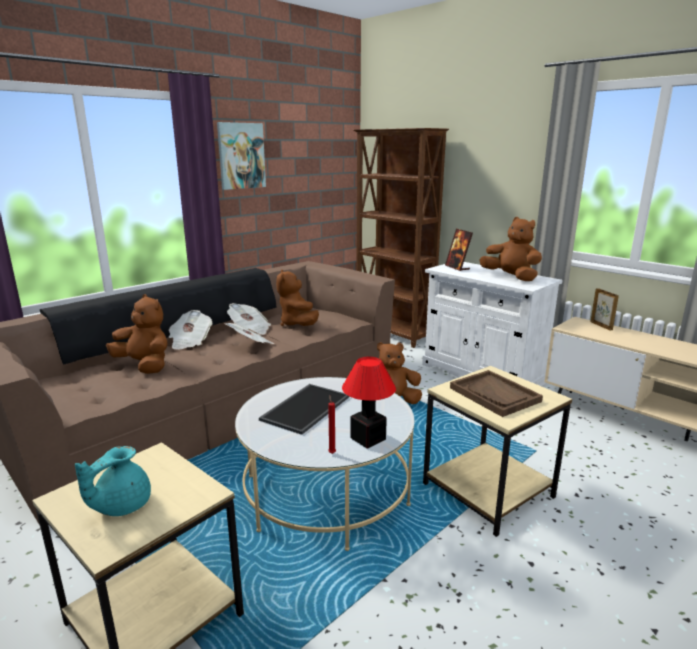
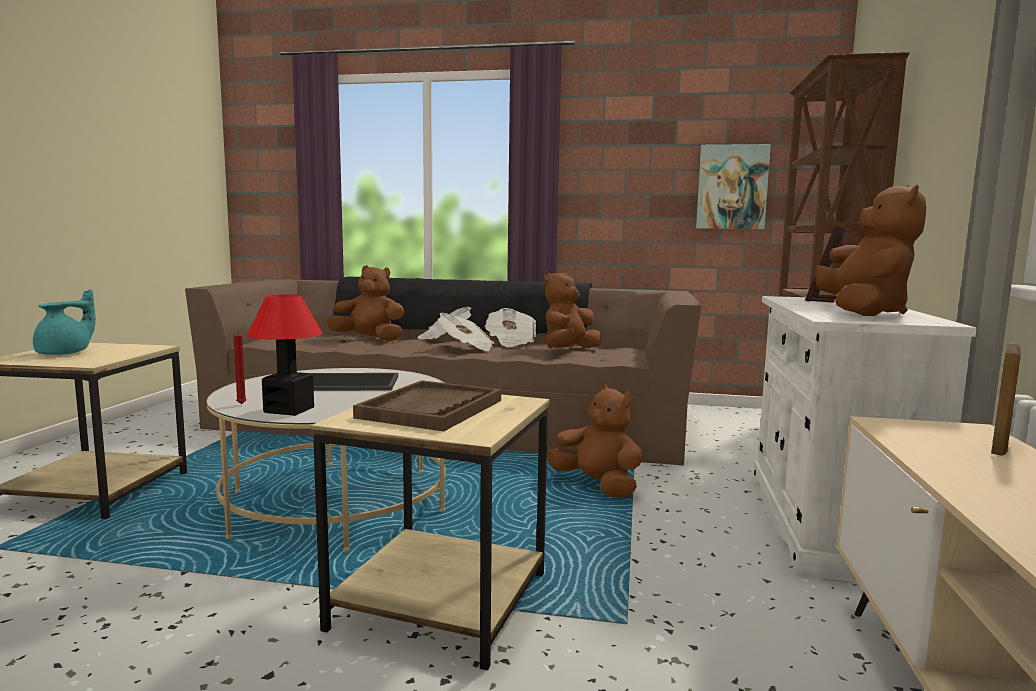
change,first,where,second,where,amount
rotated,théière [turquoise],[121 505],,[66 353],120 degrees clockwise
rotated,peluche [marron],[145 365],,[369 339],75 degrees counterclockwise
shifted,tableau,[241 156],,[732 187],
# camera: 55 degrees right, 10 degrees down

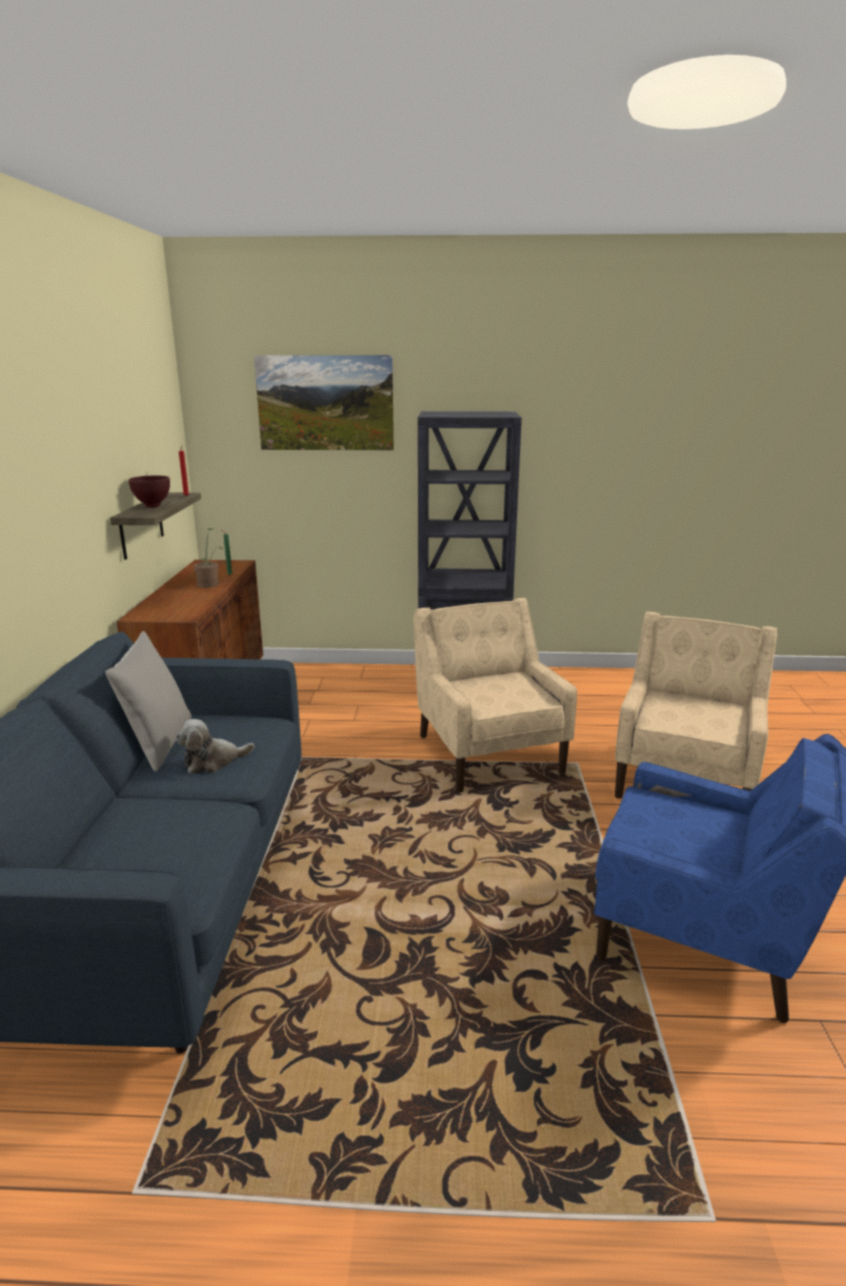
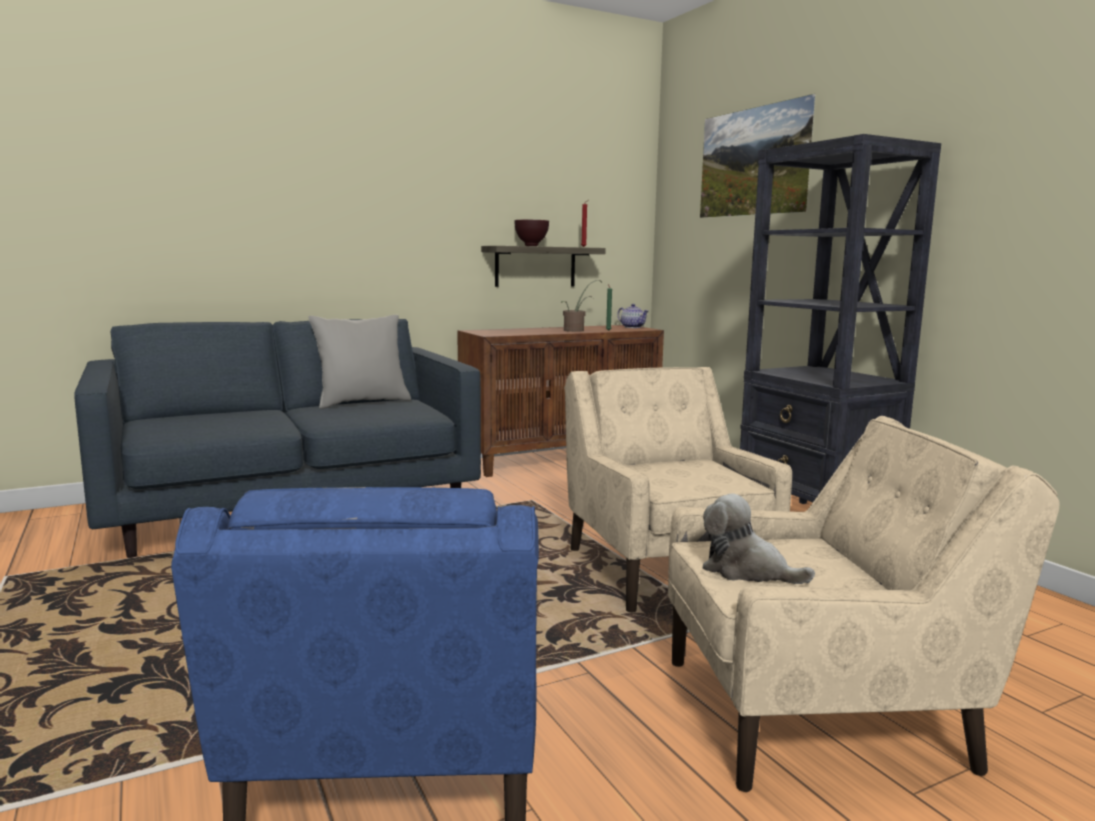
change,first,where,second,where,amount
rotated,fauteuil [beige],[489 753],,[665 569],60 degrees counterclockwise
new,,,théière,[632 327],
shifted,peluche,[213 761],,[747 571],
# camera: 60 degrees right, 10 degrees down

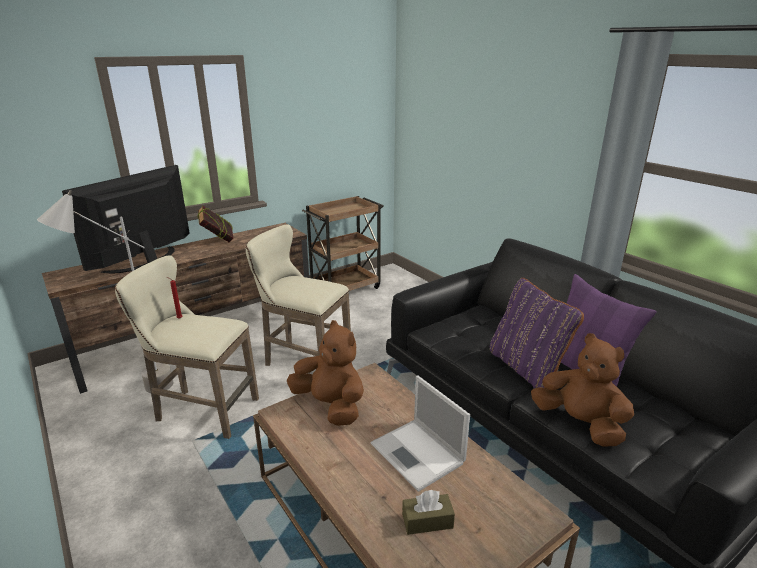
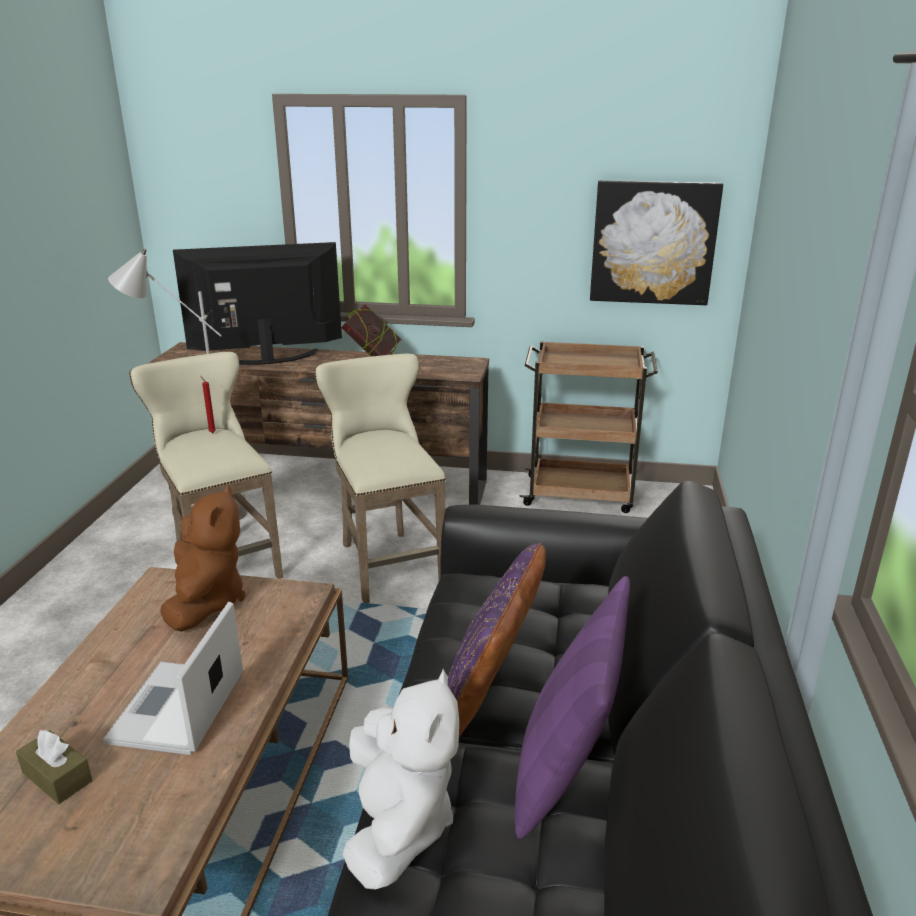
change,first,where,second,where,amount
repainted,peluche [marron],[579 424],peluche [blanc],[398 826],
new,,,tableau,[653 243],
# camera: 45 degrees right, 0 degrees up

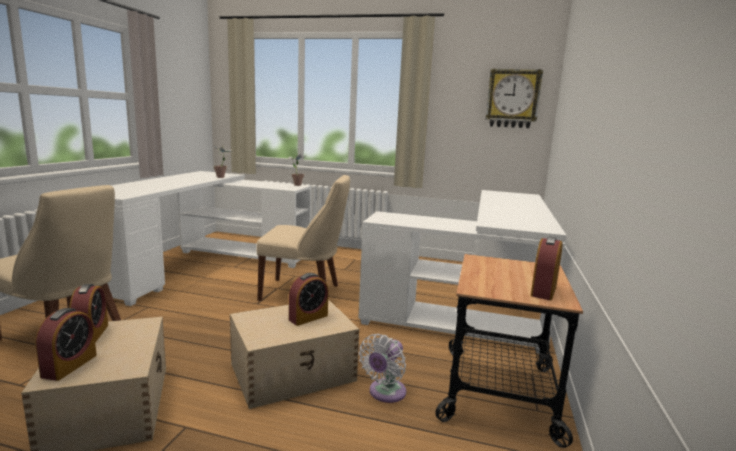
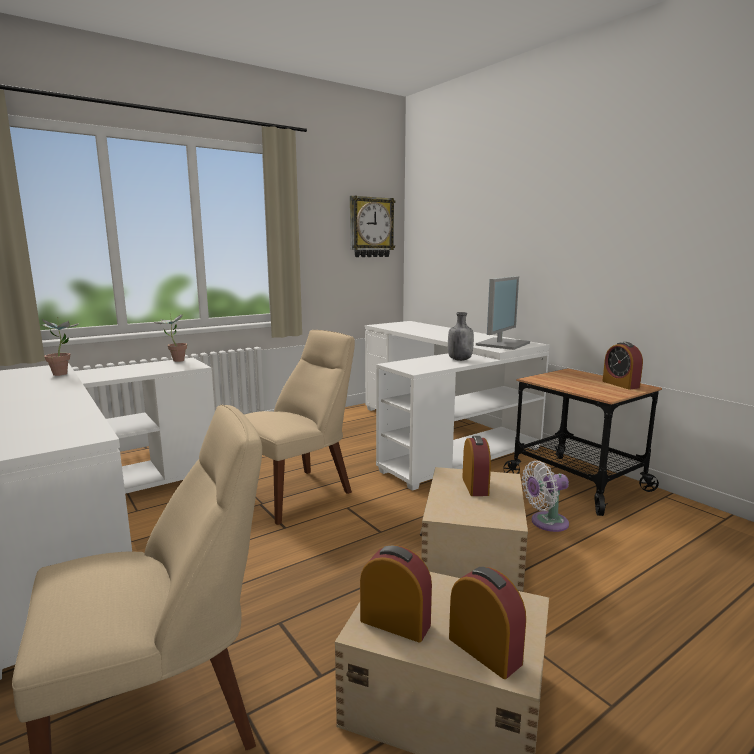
change,first,where,second,where,amount
new,,,bouteille [gris],[459 359],
new,,,écran d'ordinateur,[502 344],
rotated,ventilateur [blanc],[385 393],,[546 523],90 degrees clockwise
# camera: 50 degrees left, 0 degrees up

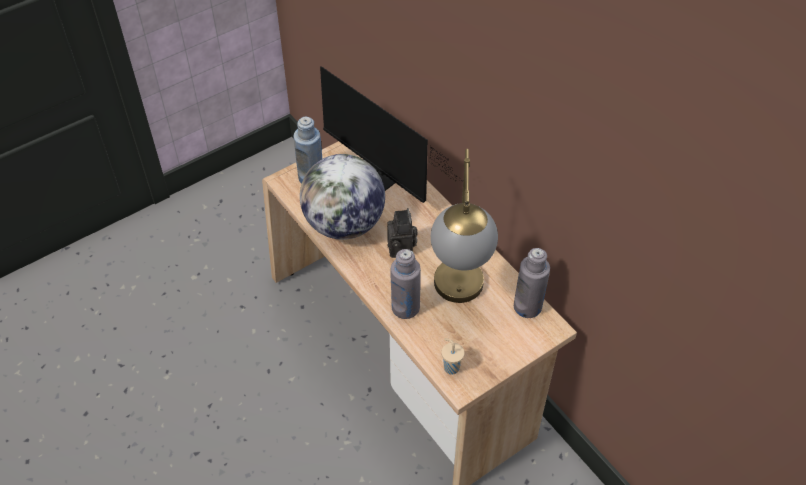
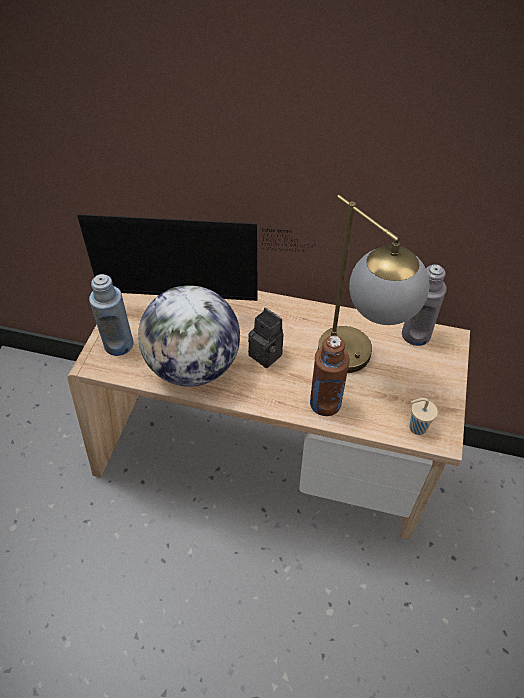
change,first,where,second,where,amount
repainted,bouteille [gris],[405 308],bouteille [marron],[325 403],
# camera: 40 degrees left, 0 degrees up

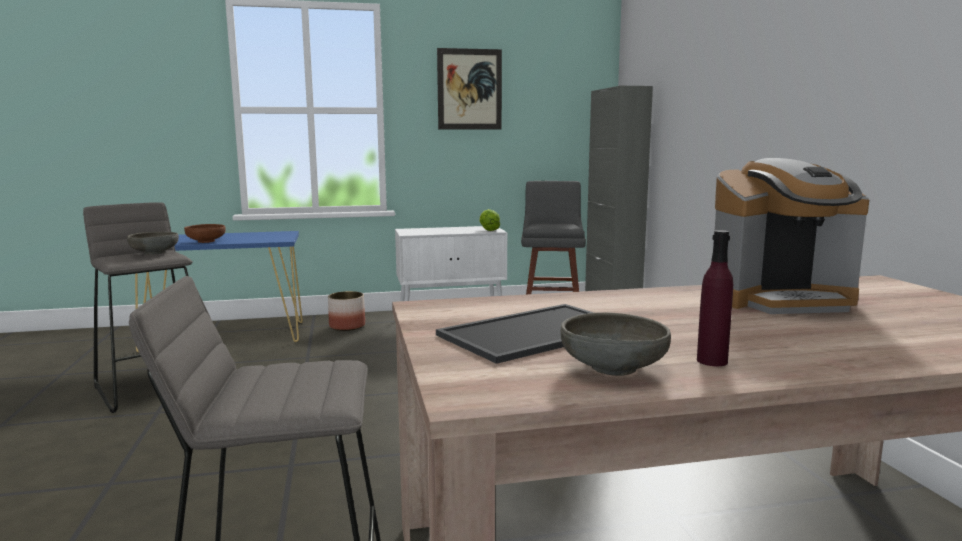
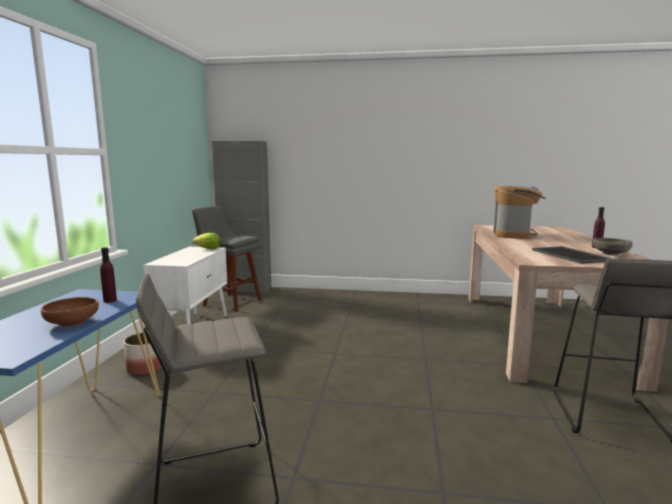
change,first,where,second,where,amount
new,,,bouteille [violet],[110 300],
gone,bol [gris],[154 253],,,
gone,tableau,[469 89],,,
# camera: 70 degrees left, 0 degrees up

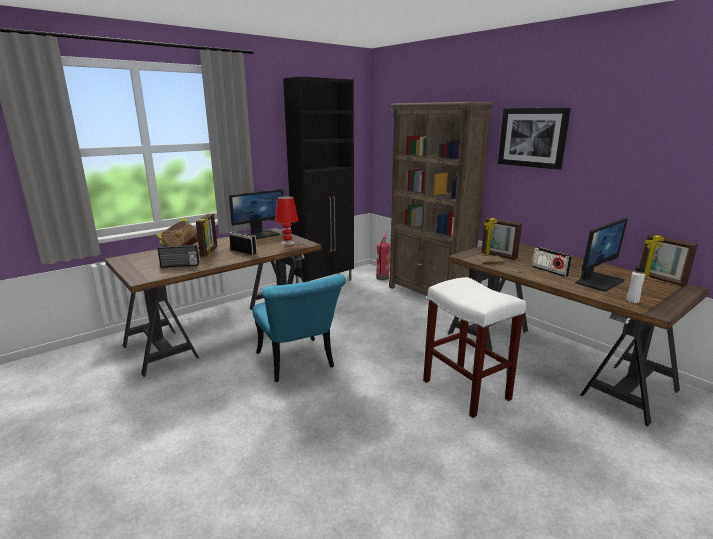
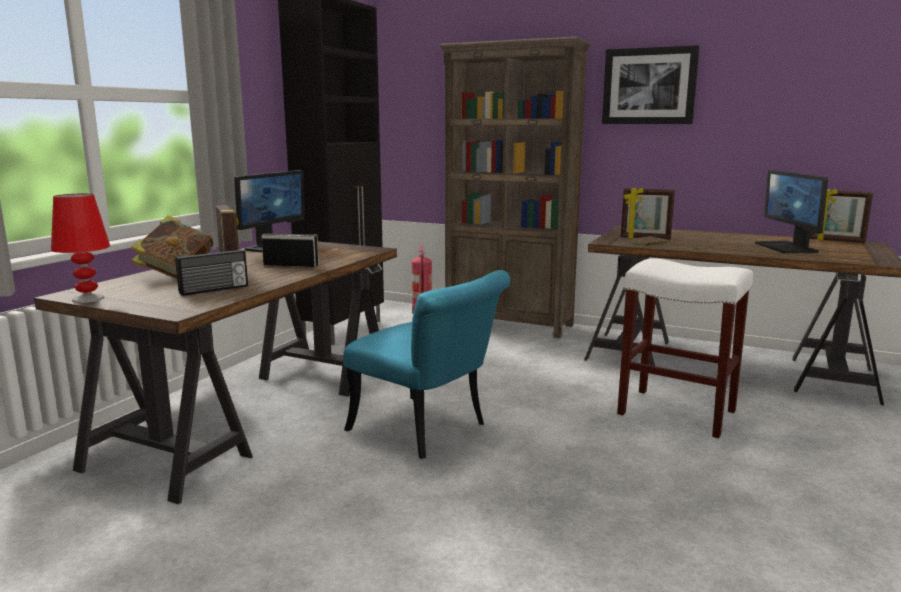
change,first,where,second,where,amount
shifted,lampe de table [rouge],[287 243],,[88 299],
rotated,écran d'ordinateur,[598 281],,[787 247],150 degrees clockwise
gone,radio,[549 271],,,
gone,bouteille [blanc],[632 301],,,
# camera: 25 degrees left, 5 degrees down

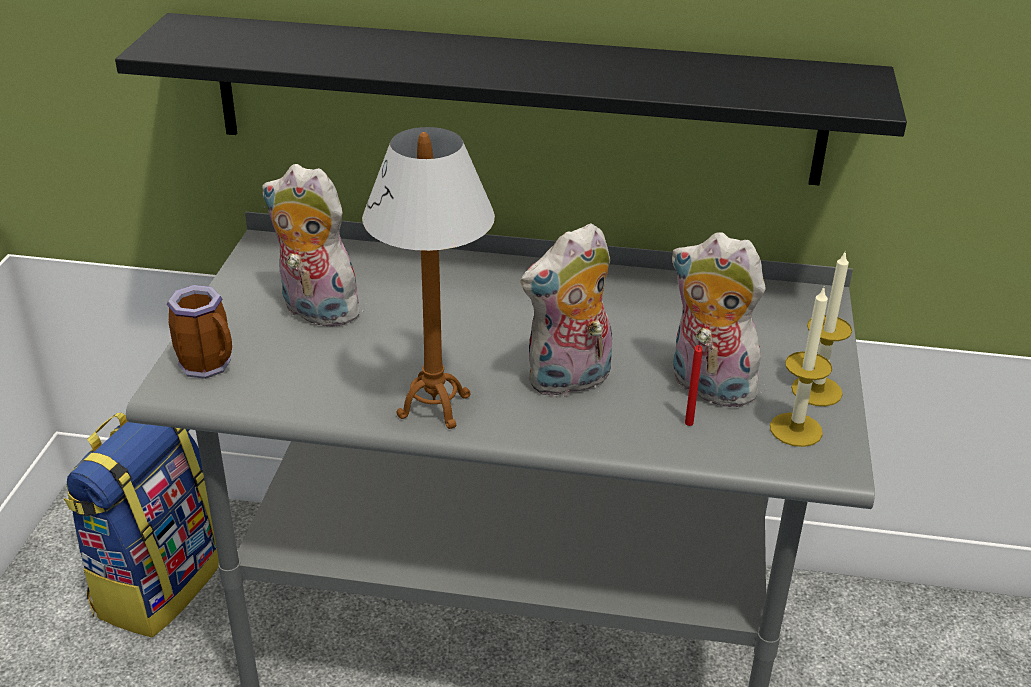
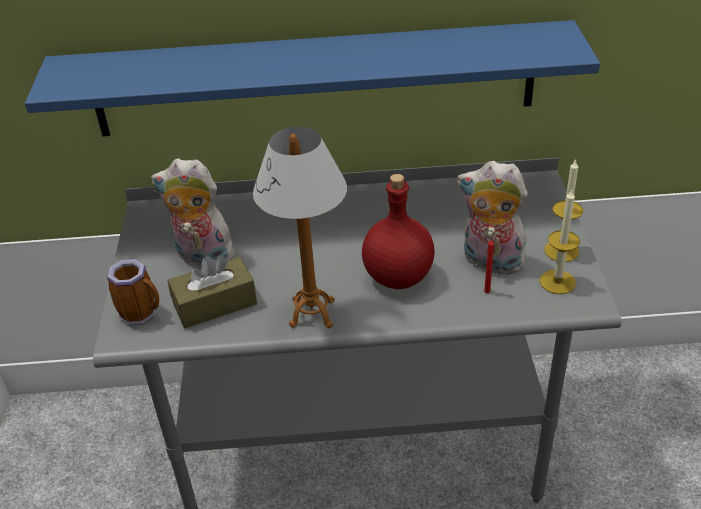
change,first,where,second,where,amount
repainted,étagère [noir],[515 99],étagère [bleu],[314 80],
new,,,boîte à mouchoirs [marron],[215 304],
swapped,peluche,[569 381],bouteille [rouge],[397 276],
gone,sac à dos,[160 581],,,
# camera: 10 degrees left, 5 degrees up

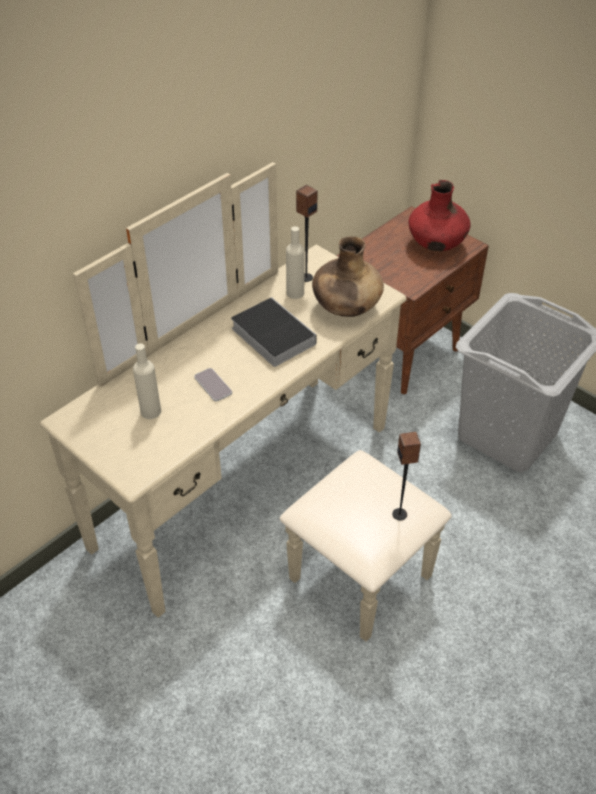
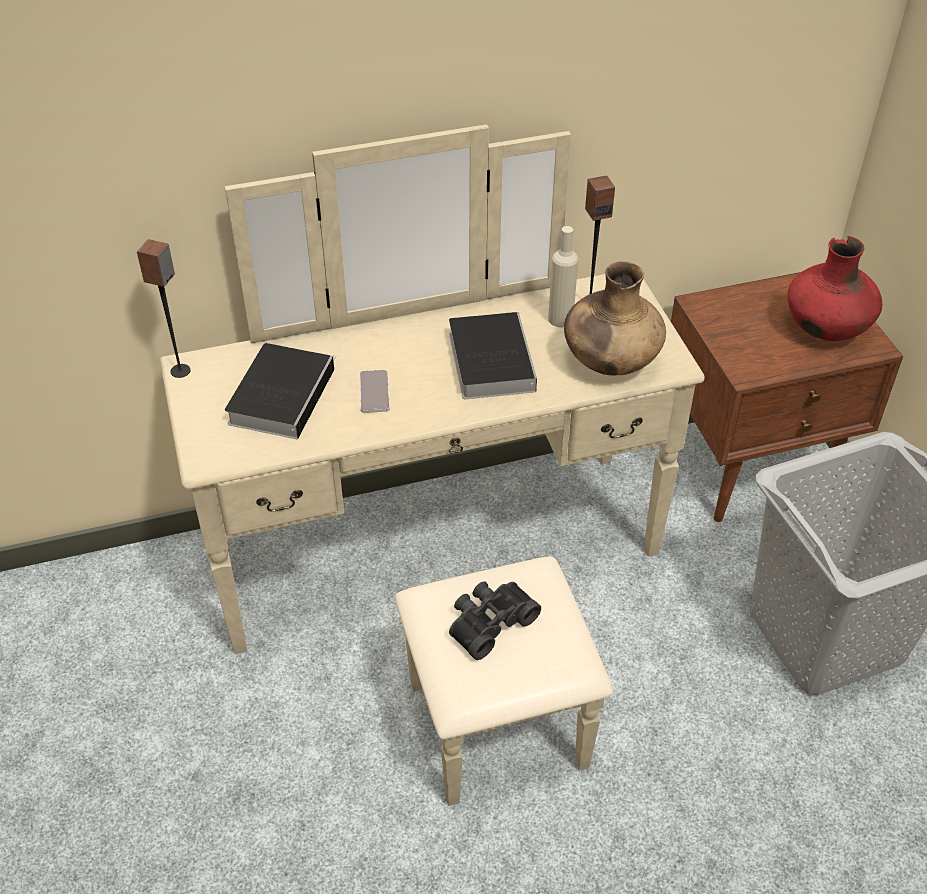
change,first,where,second,where,amount
shifted,enceinte,[400 514],,[180 371],
swapped,bouteille [beige],[151 411],livre,[282 394],
new,,,jumelles [noir],[489 622],
# camera: 30 degrees right, 0 degrees up

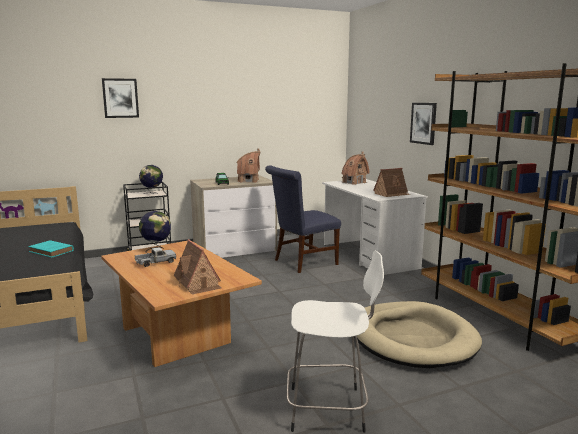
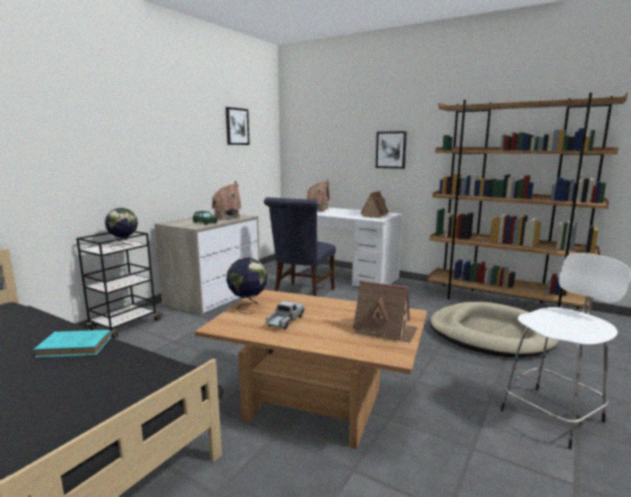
change,first,where,second,where,amount
shifted,tableau,[120 98],,[237 126],
# camera: 35 degrees left, 0 degrees up

